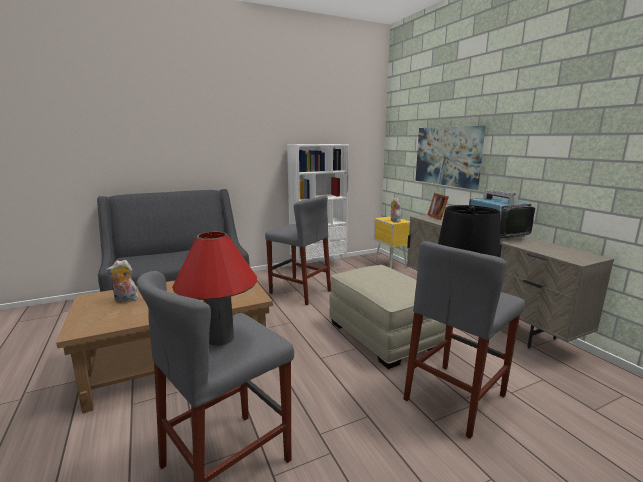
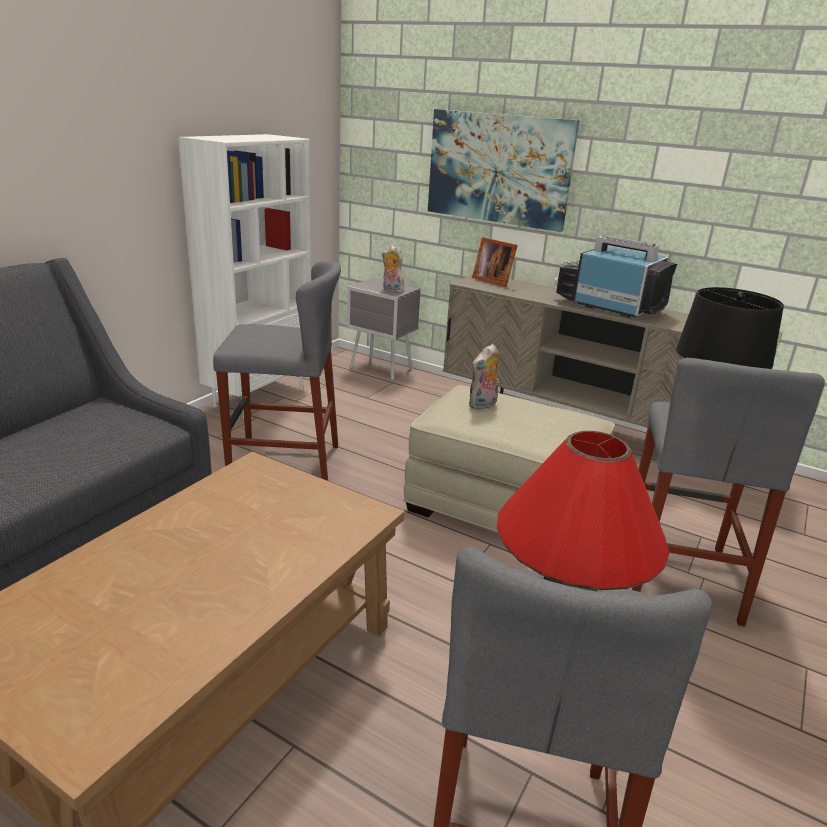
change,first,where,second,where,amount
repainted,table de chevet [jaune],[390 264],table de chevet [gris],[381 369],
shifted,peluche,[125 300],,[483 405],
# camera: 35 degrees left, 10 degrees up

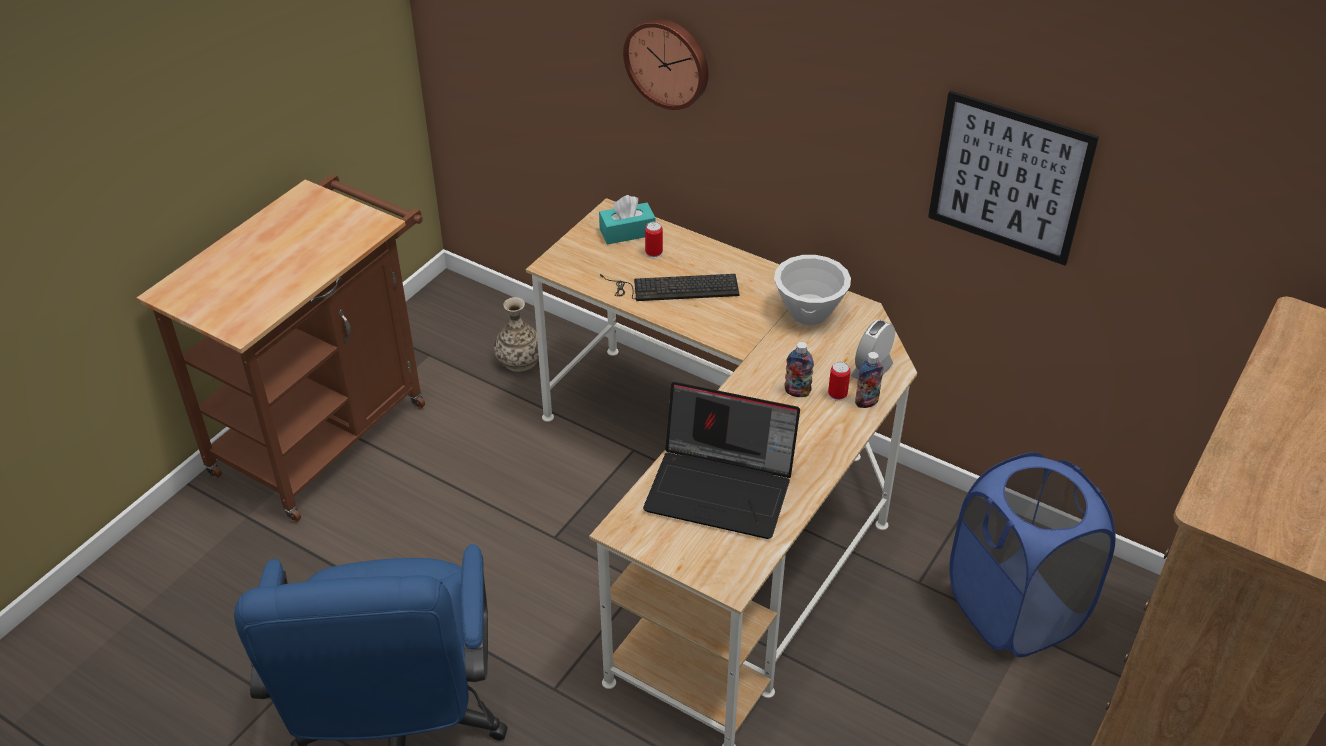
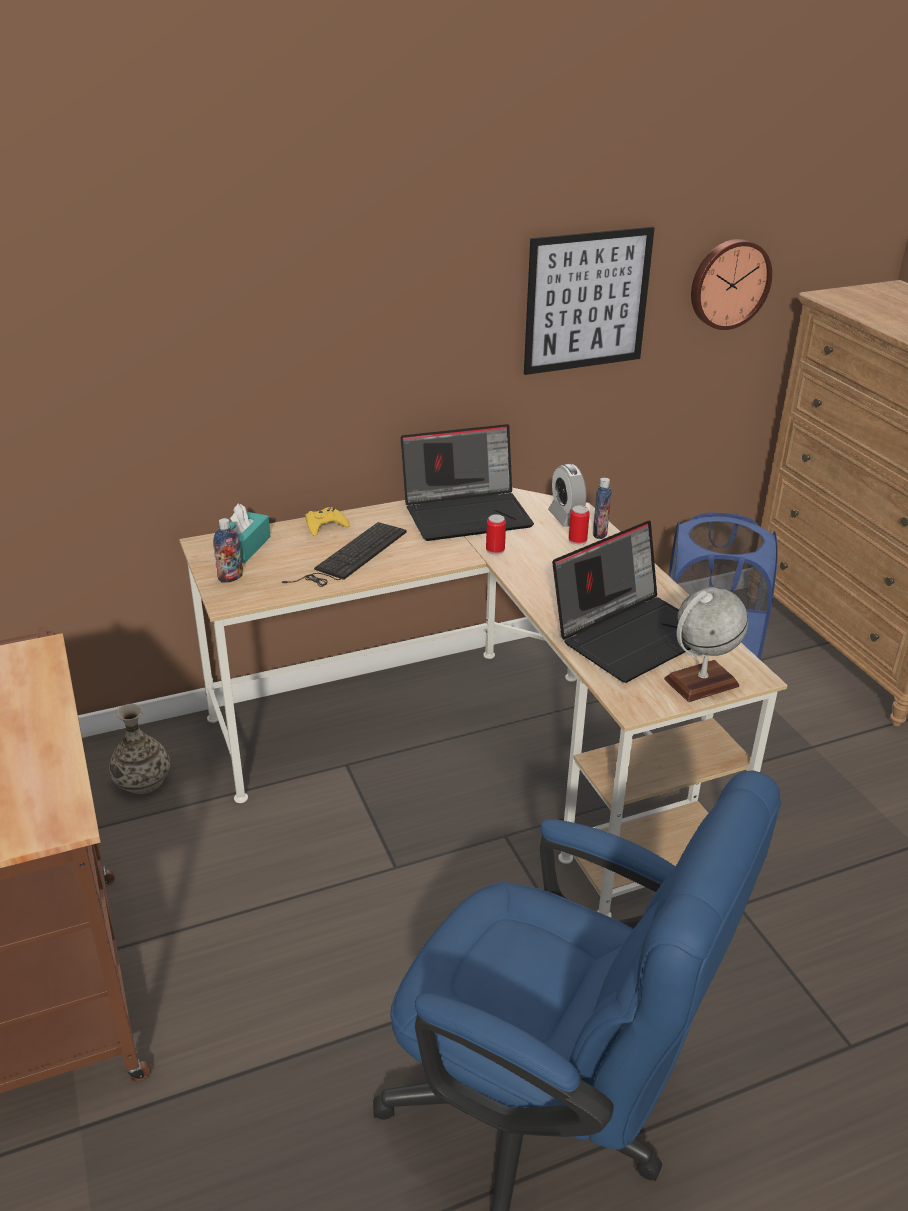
change,first,where,second,where,amount
shifted,bouteille,[797 392],,[230 578],
new,,,manette [jaune],[325 526],
swapped,bol [blanc],[810 312],ordinateur portable,[468 513],
shifted,boîte métallique,[654 253],,[495 551],
new,,,globe,[701 682],
shifted,horloge murale,[668 62],,[728 283],
# camera: 55 degrees left, 10 degrees down

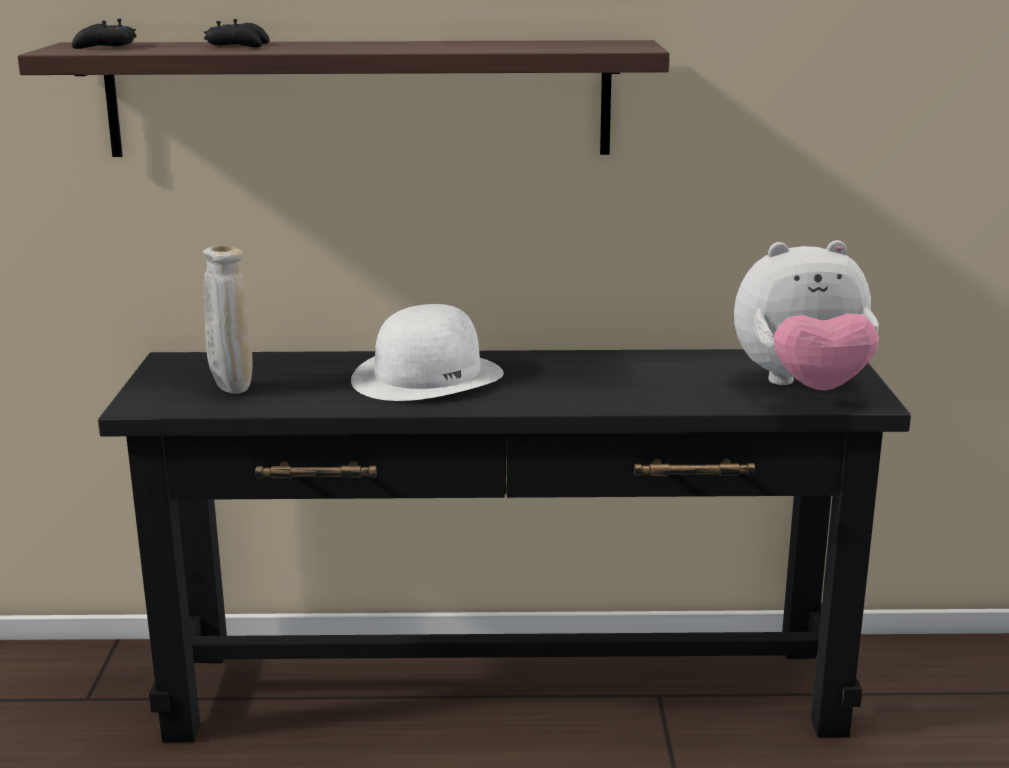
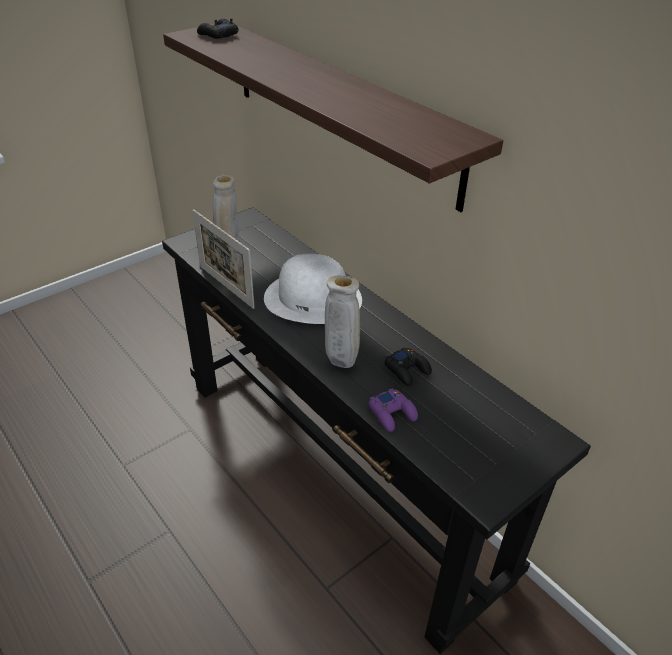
change,first,where,second,where,amount
new,,,cadre photo,[226 286],
new,,,vase [beige],[341 363],
new,,,manette [violet],[392 414],
shifted,manette [noir],[238 45],,[407 370],
gone,peluche,[803 388],,,
# camera: 50 degrees right, 20 degrees up

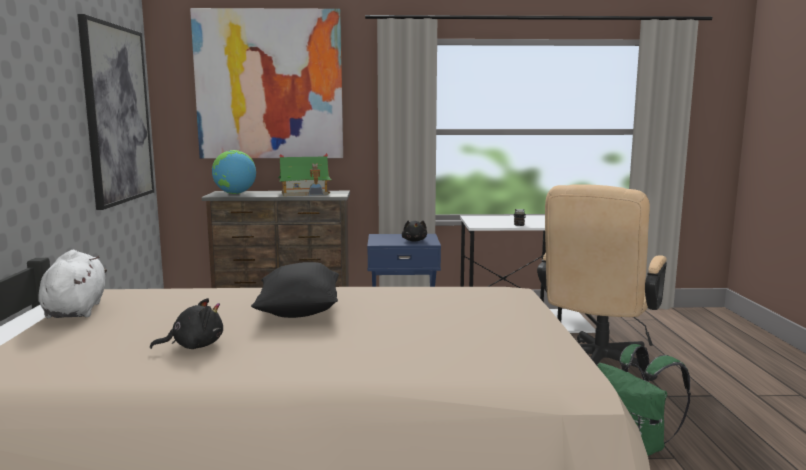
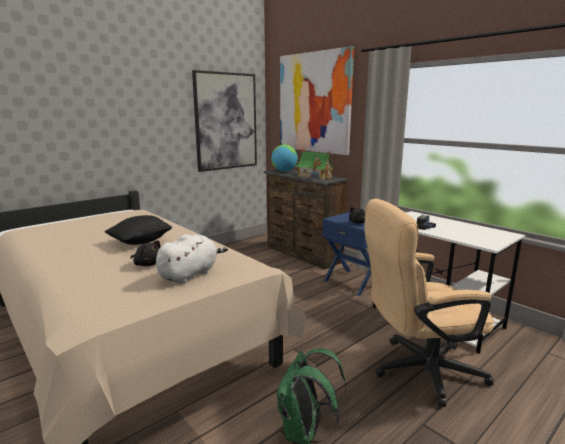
change,first,where,second,where,amount
shifted,peluche [noir],[194 346],,[147 264],
shifted,peluche [blanc],[76 310],,[190 274],
# camera: 50 degrees right, 5 degrees up

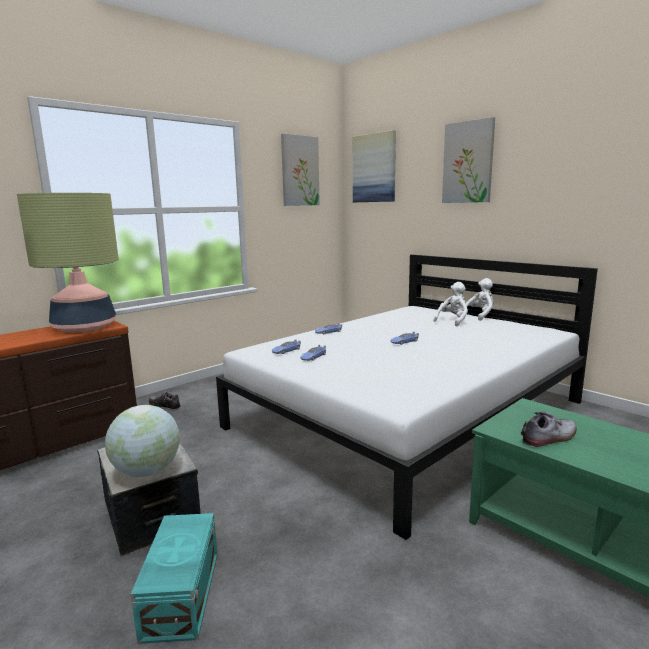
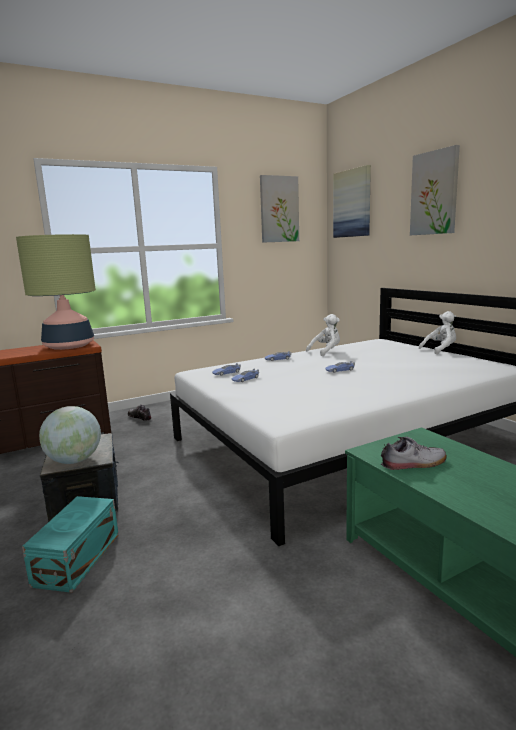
change,first,where,second,where,amount
shifted,peluche [blanc],[453 321],,[326 351],
# camera: 15 degrees right, 0 degrees up

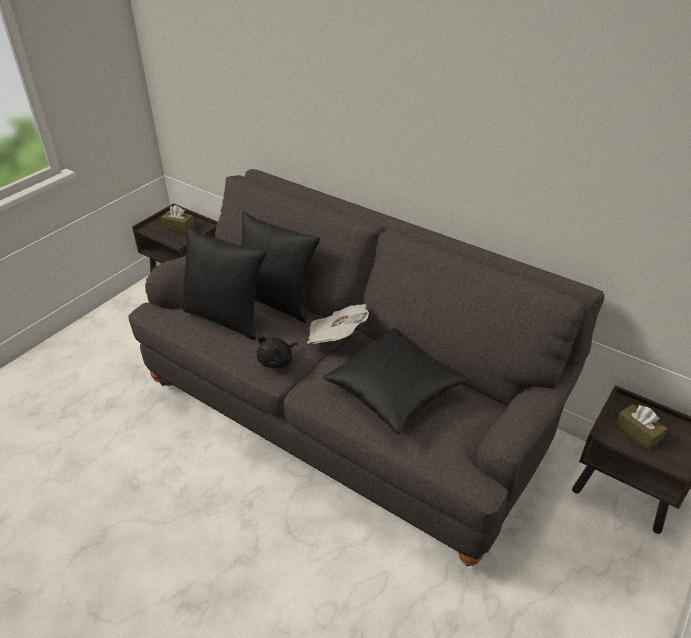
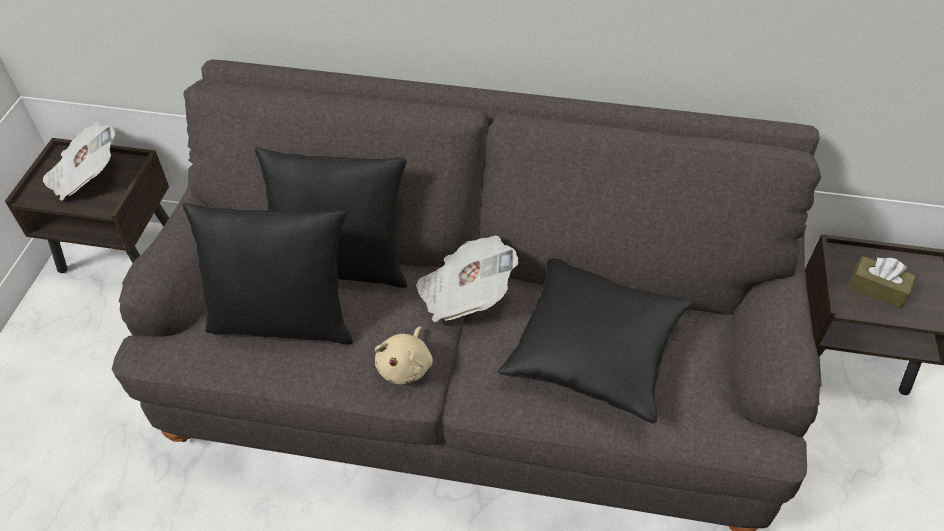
change,first,where,second,where,amount
swapped,boîte à mouchoirs [marron],[178 226],journal,[86 177],
repainted,peluche [noir],[277 361],peluche [beige],[406 366],
# camera: 25 degrees left, 10 degrees up

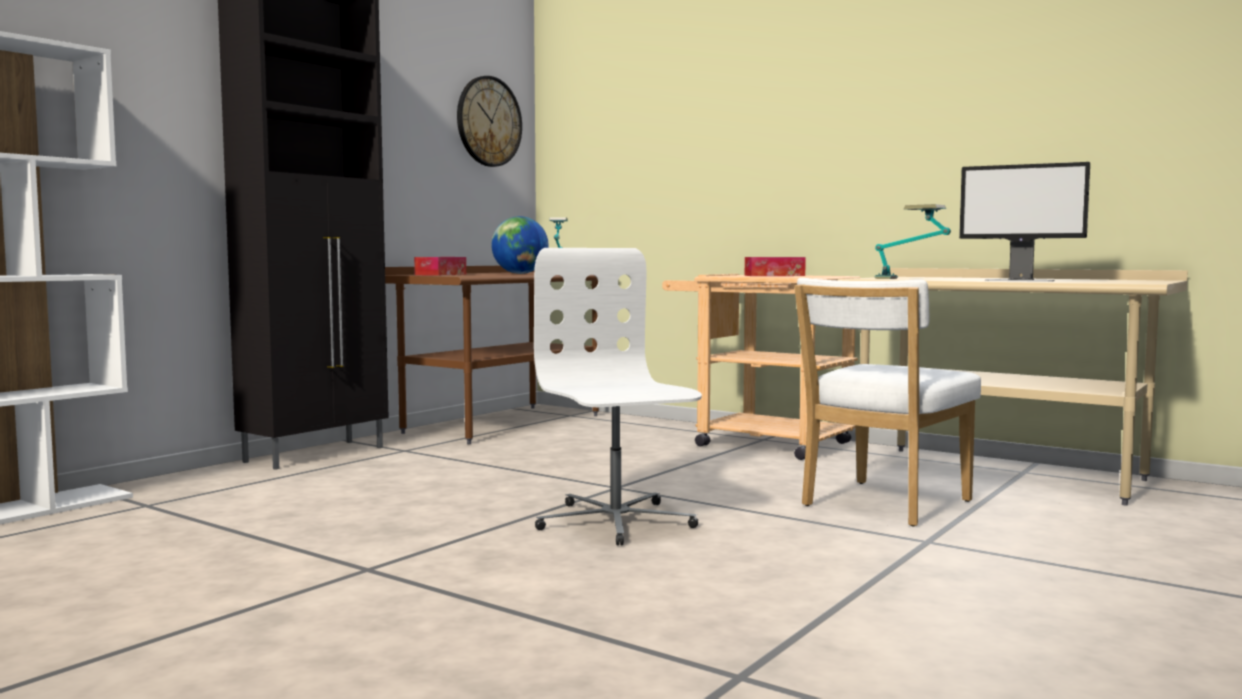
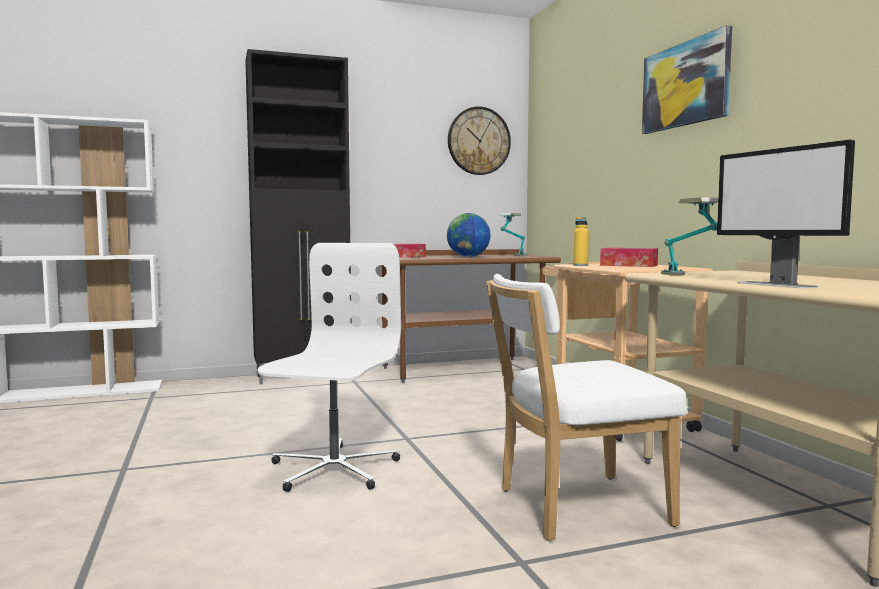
change,first,where,second,where,amount
new,,,bouteille [jaune],[580 265],
new,,,tableau,[685 85],
# camera: 35 degrees right, 0 degrees up

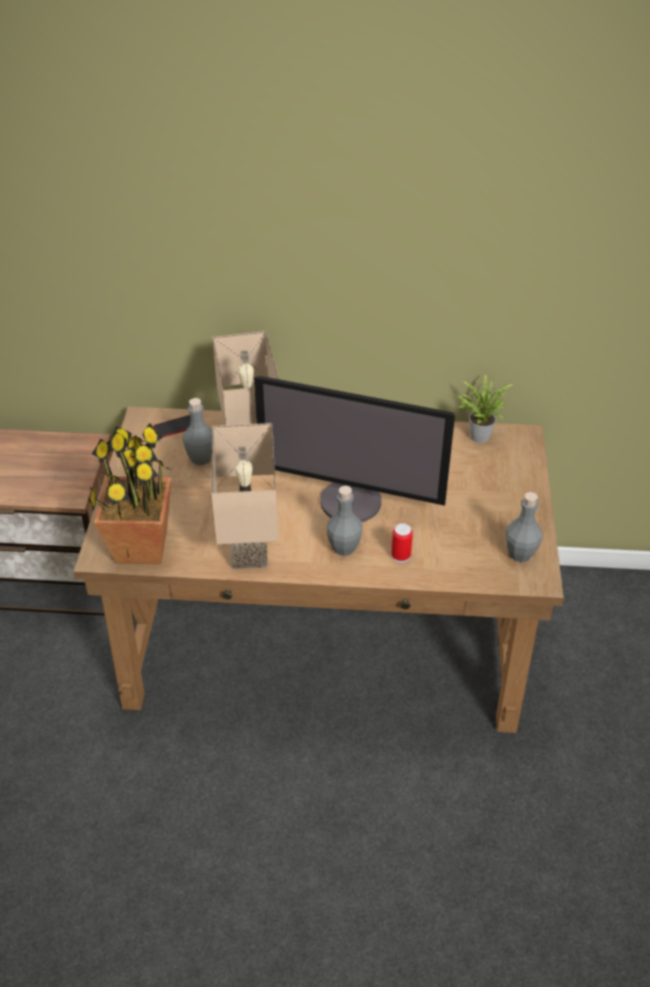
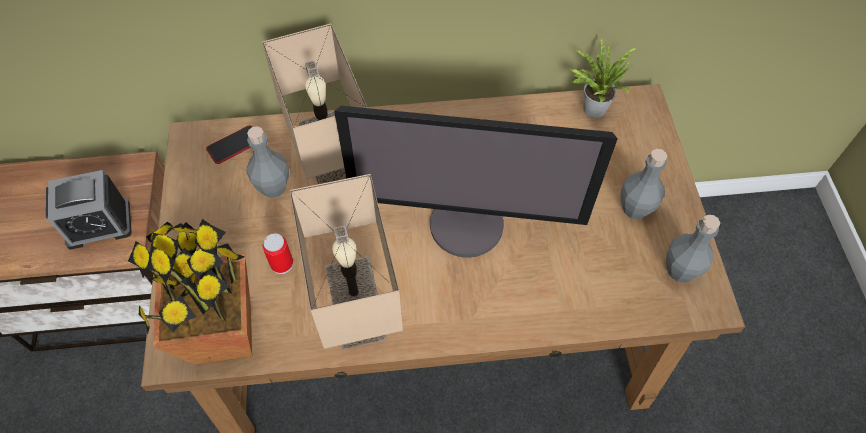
change,first,where,second,where,amount
new,,,réveil,[99 224],
shifted,boîte métallique,[400 556],,[282 264],
shifted,bouteille [gris],[344 547],,[635 208],
# camera: 10 degrees left, 15 degrees up

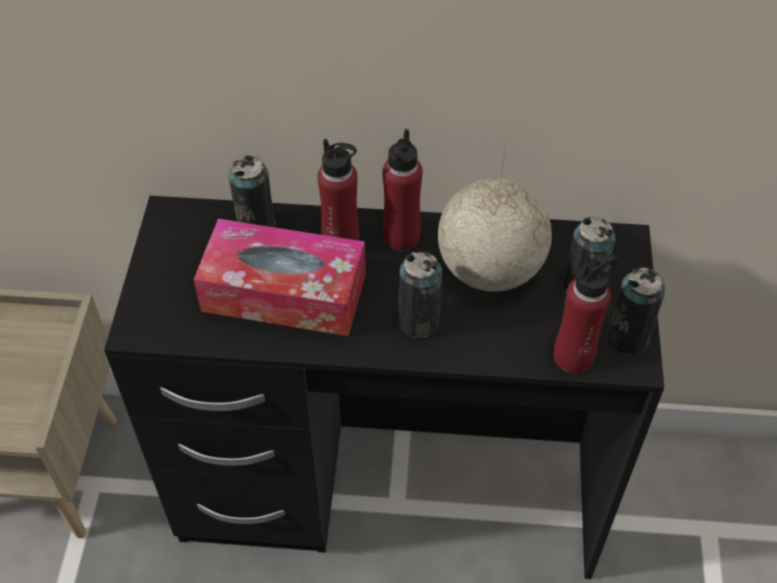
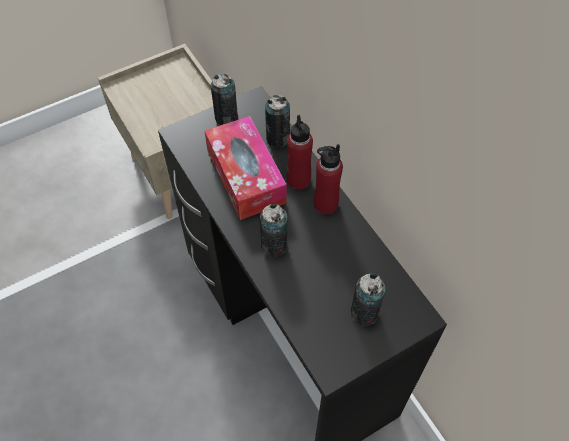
change,first,where,second,where,amount
shifted,boîte métallique,[627 338],,[226 118],
gone,globe,[488 271],,,
gone,bouteille [rouge],[573 356],,,
# camera: 55 degrees right, 5 degrees up

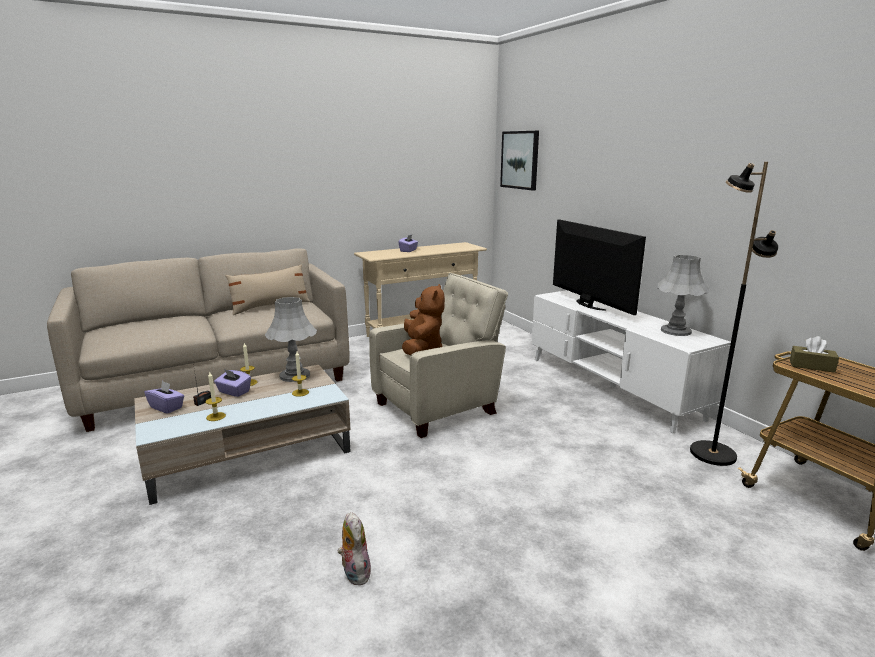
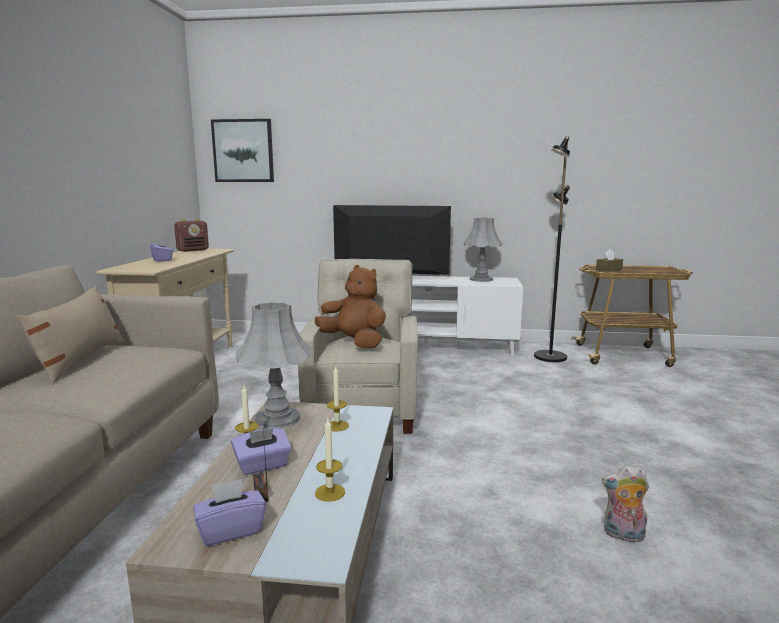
change,first,where,second,where,amount
new,,,radio,[193 250],
# camera: 55 degrees left, 5 degrees down

